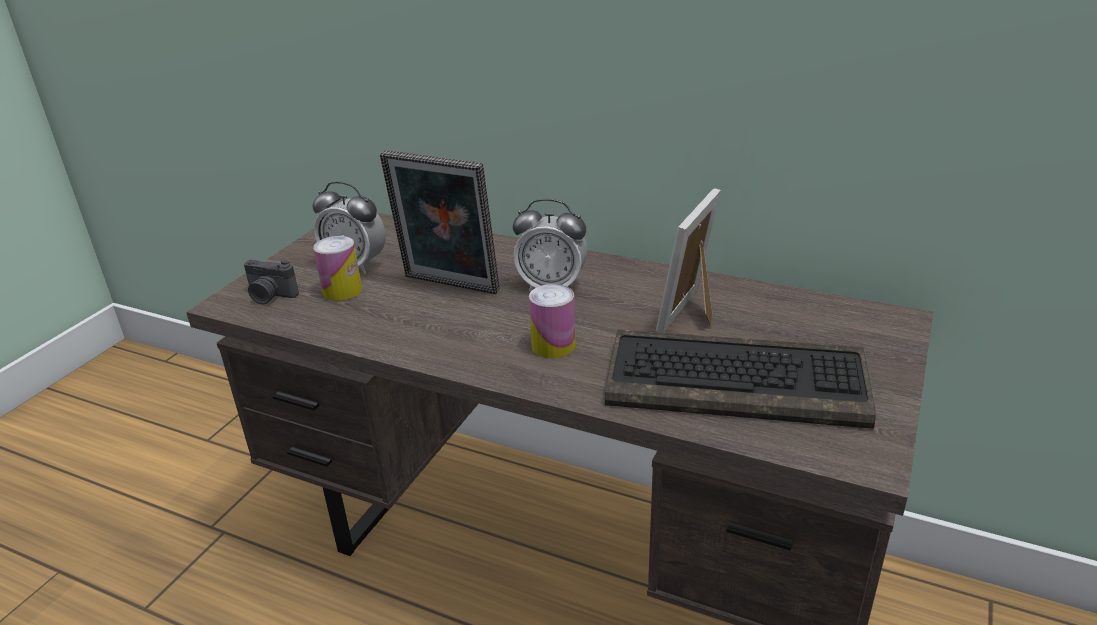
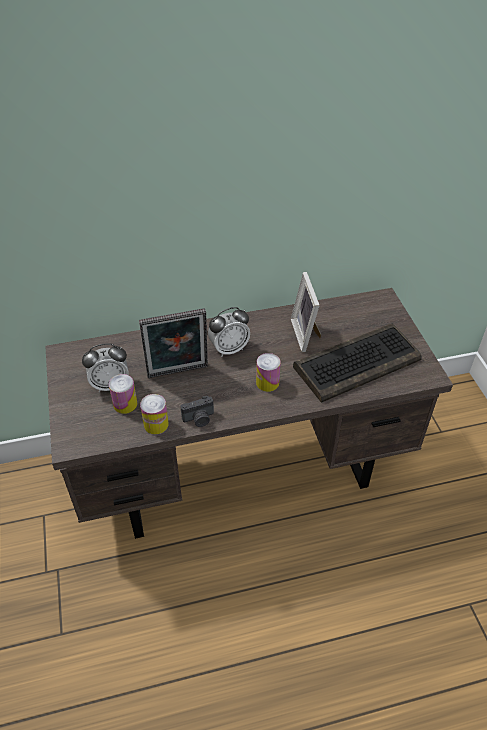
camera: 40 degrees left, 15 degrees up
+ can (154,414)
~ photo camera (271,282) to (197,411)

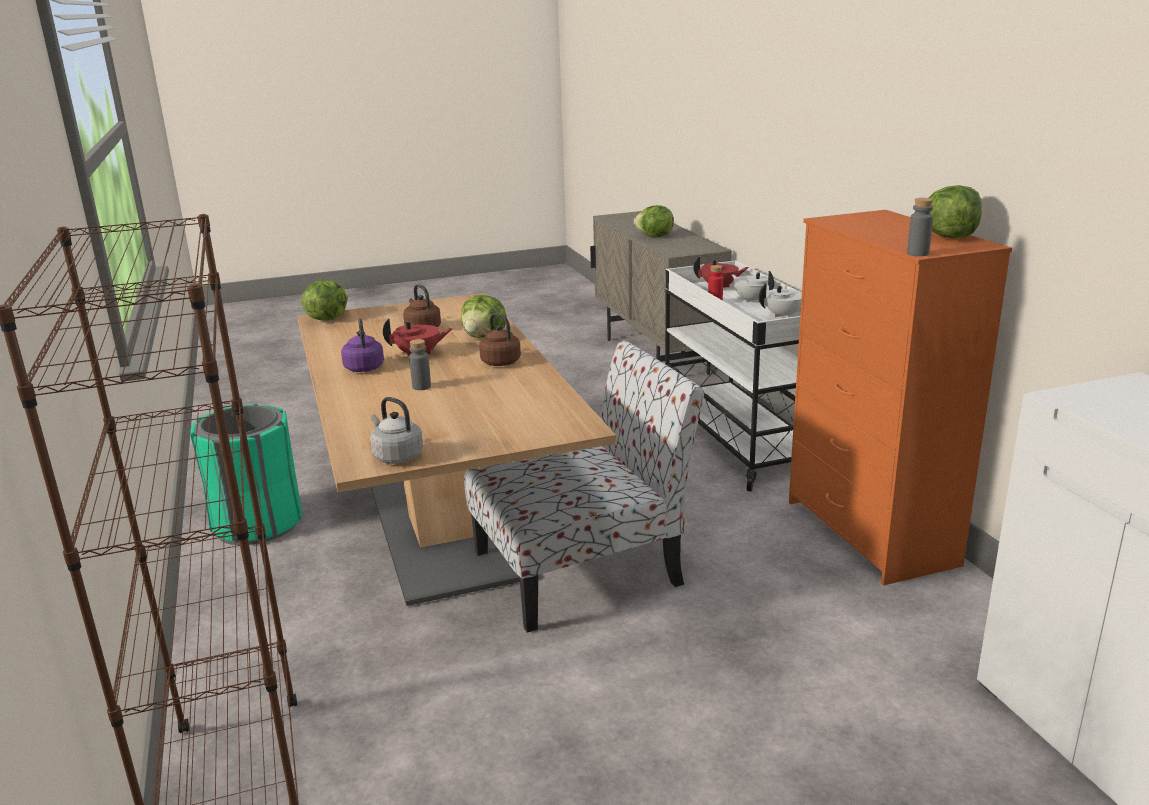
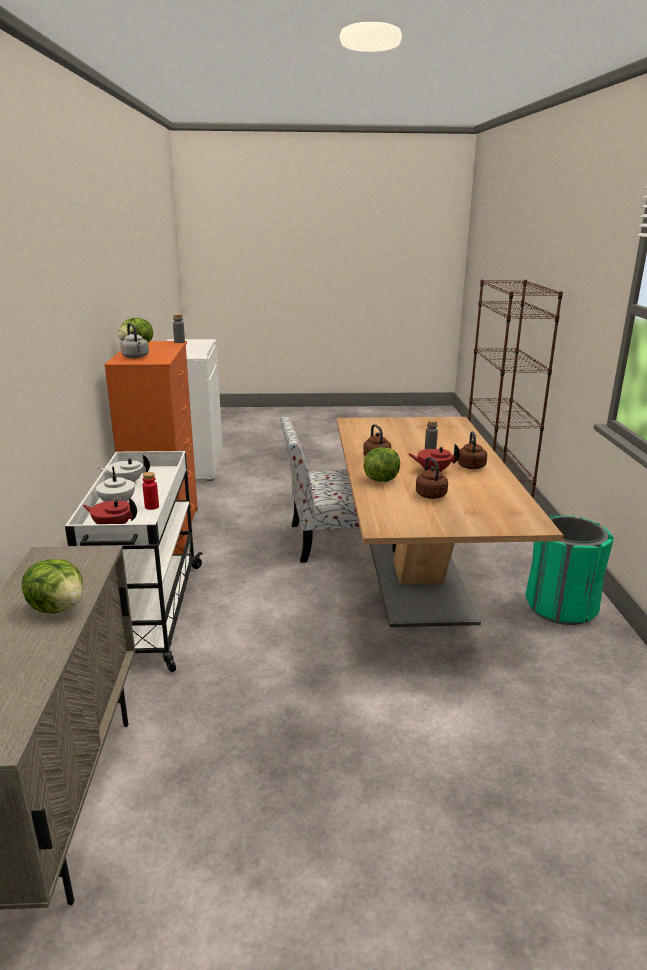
camera: 165 degrees left, 0 degrees up
~ grey kettle (396,430) to (134,340)
~ purple kettle (362,345) to brown kettle (472,450)
- lettuce (324,300)

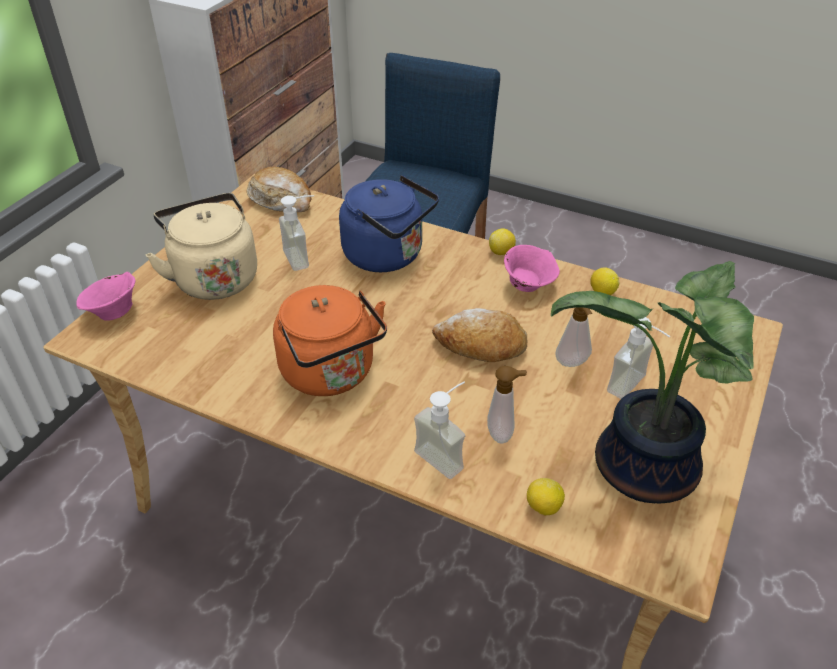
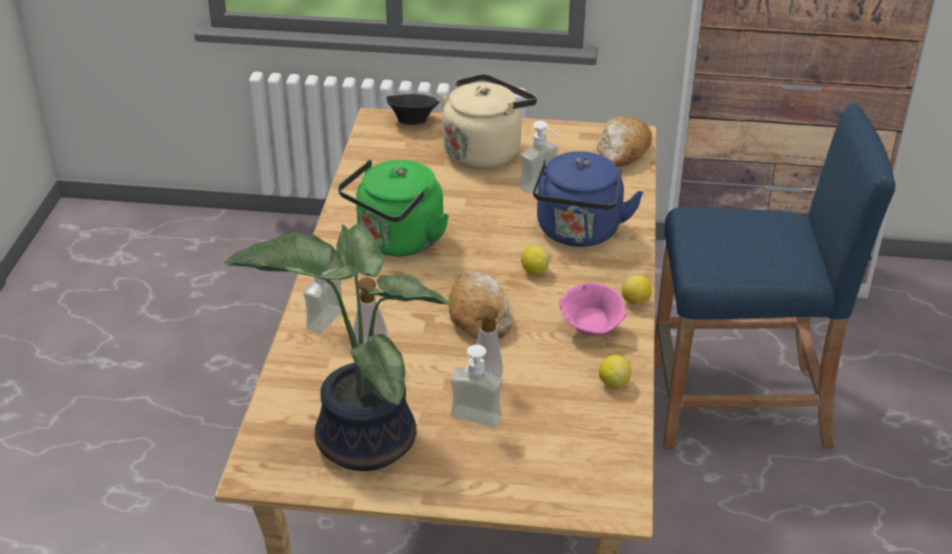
camera: 70 degrees right, 5 degrees down
~ orange kettle (330,340) to green kettle (393,208)
~ pink bowl (105,296) to black bowl (413,109)
~ lemon (546,496) to (535,260)

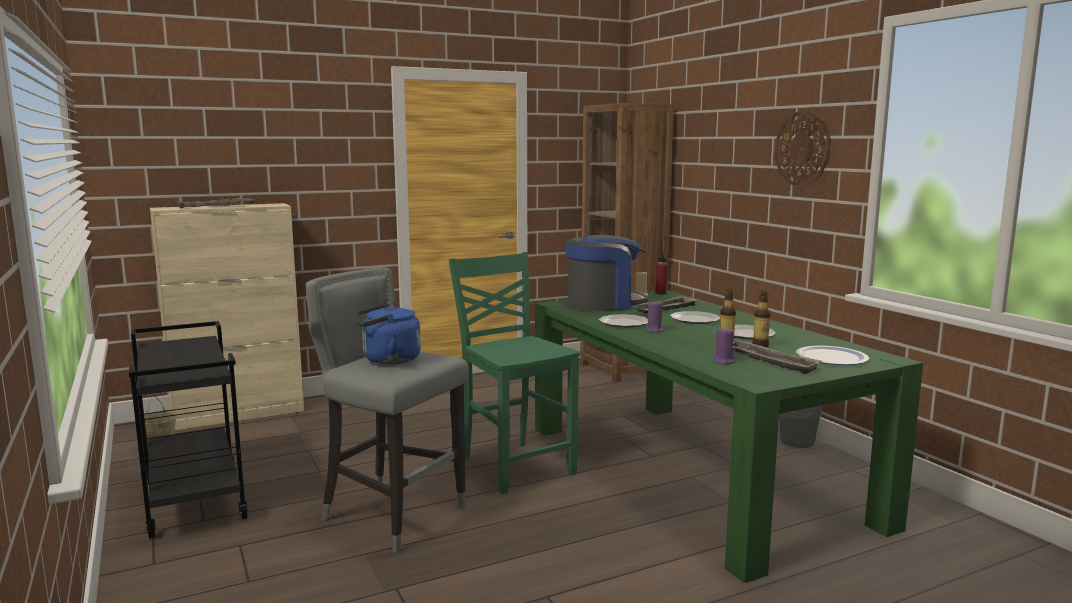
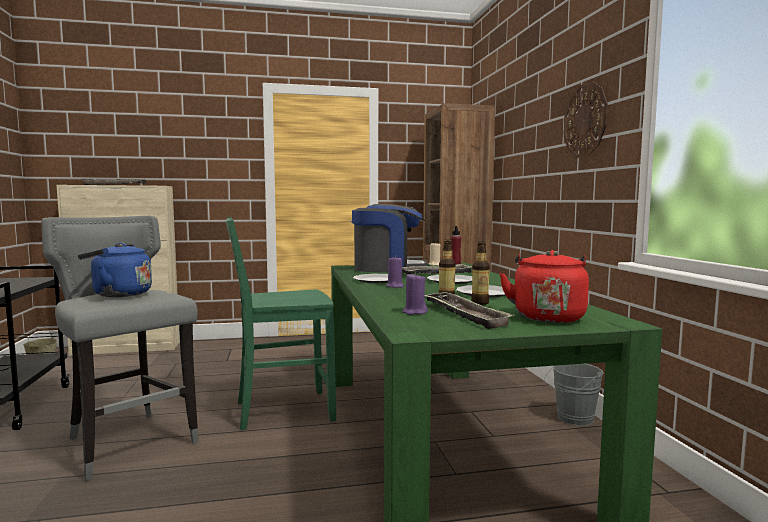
camera: 15 degrees right, 5 degrees down
~ green chair (514,373) = (280,323) 90 degrees counterclockwise
~ plate (832,355) to red kettle (544,286)

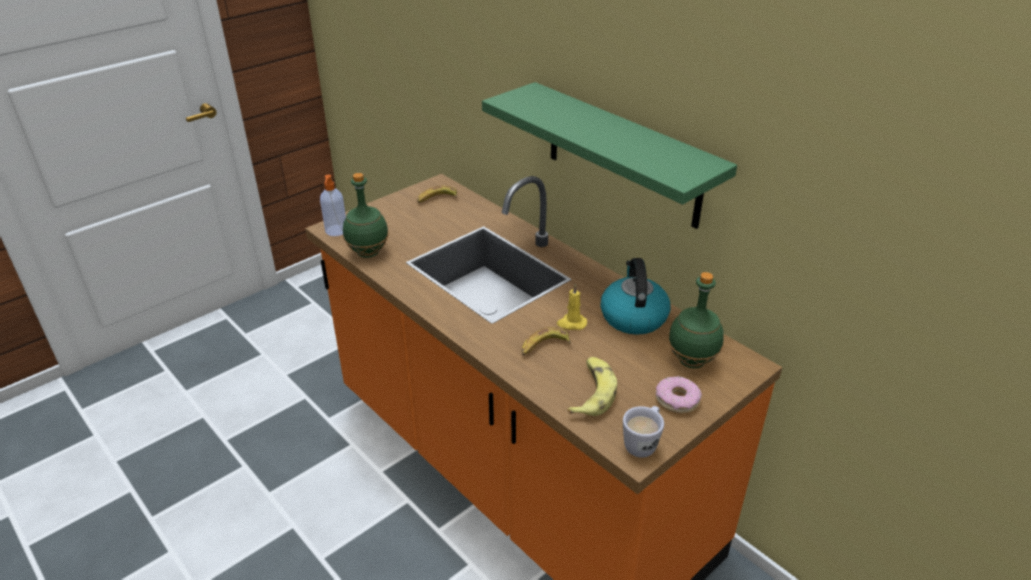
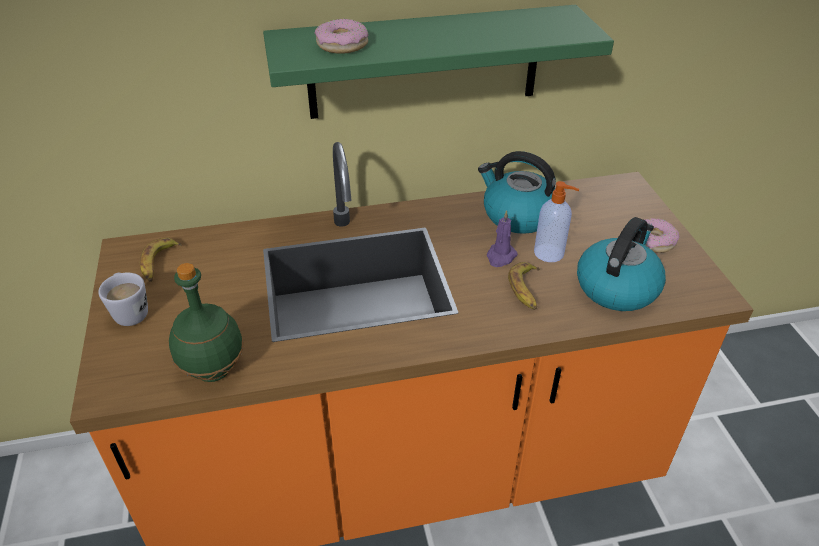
camera: 60 degrees left, 5 degrees up
~ white mug (643,432) to (123,299)
+ donut (341,36)
~ yellow candle (572,307) to purple candle (502,238)
~ soap dispenser (333,205) to (556,221)
~ banana (592,386) to kettle (621,264)
- green bottle (696,320)

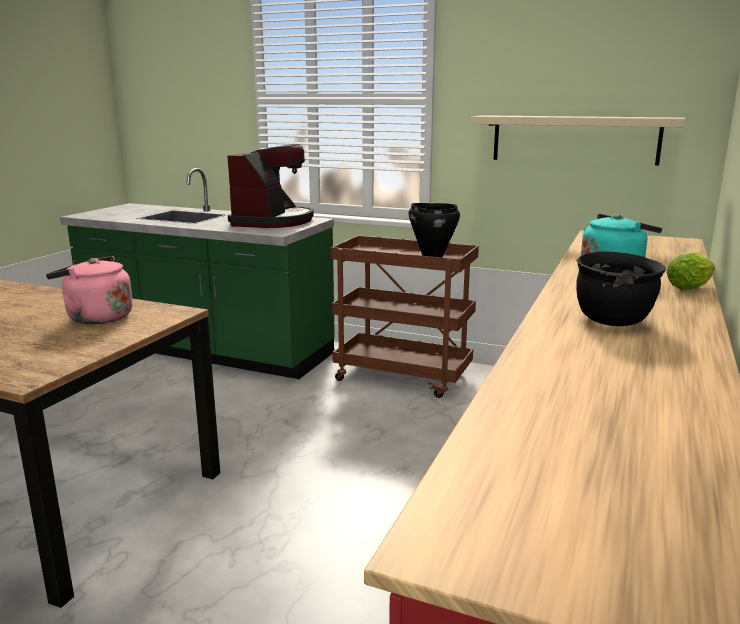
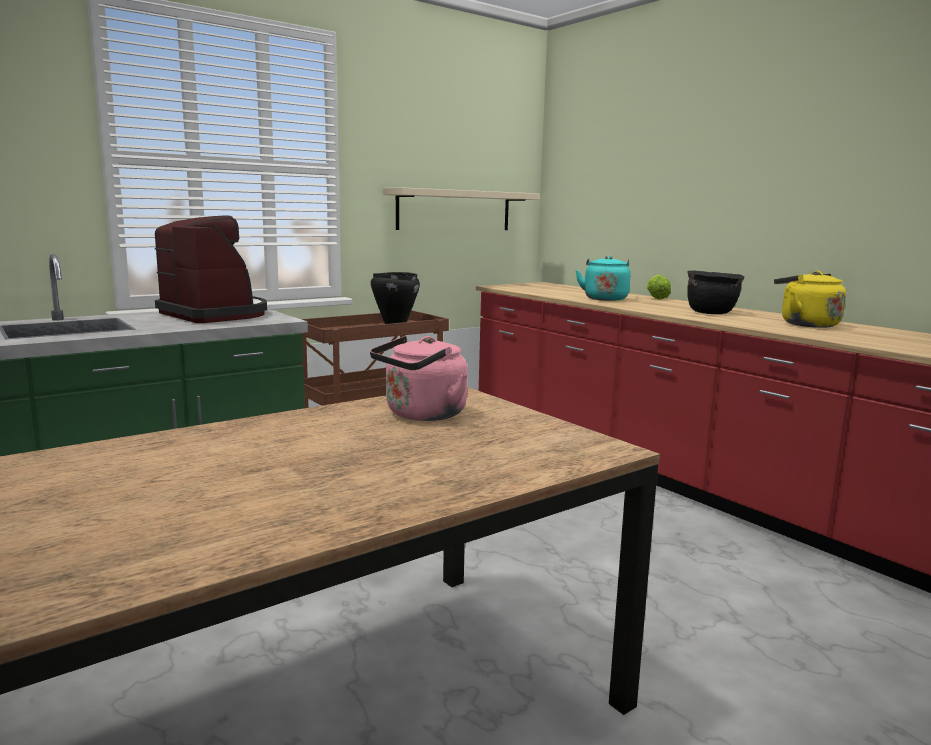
camera: 60 degrees left, 5 degrees down
+ yellow kettle (810,299)

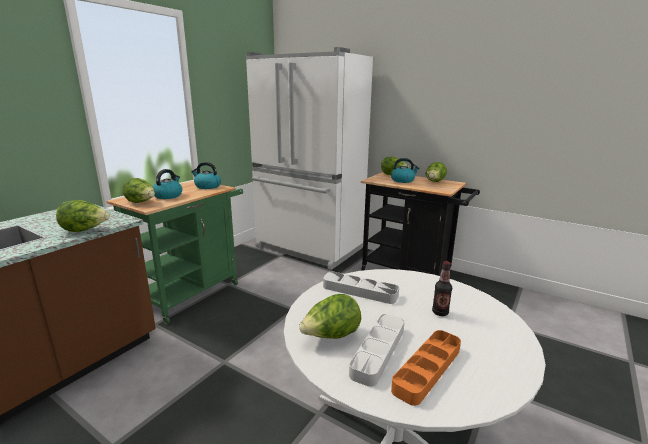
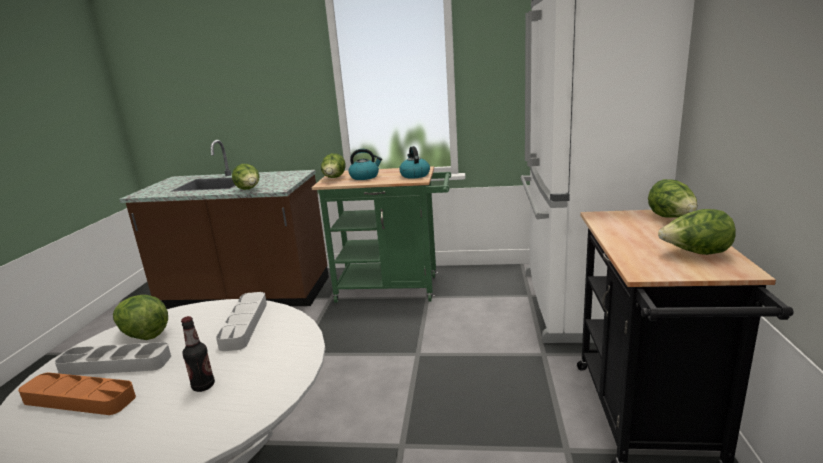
camera: 65 degrees right, 0 degrees up
- kettle (405,170)

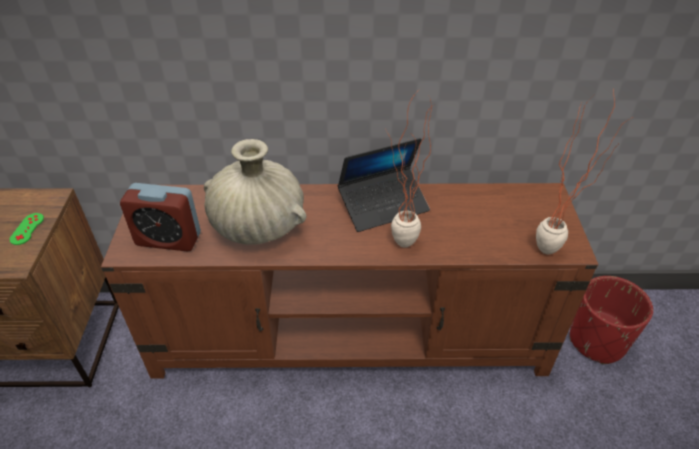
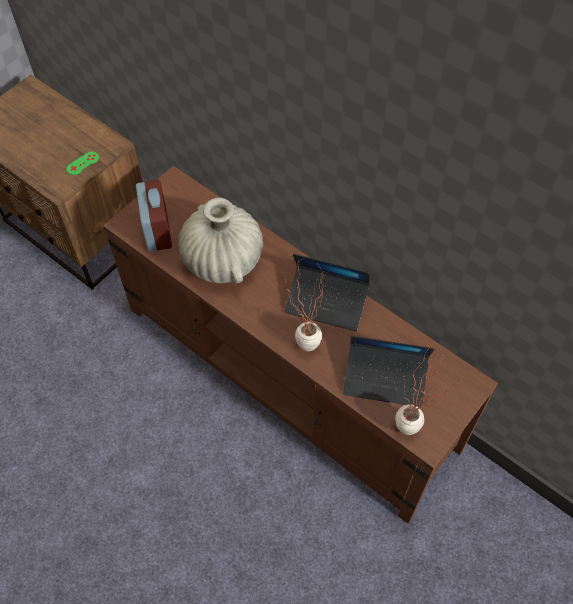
camera: 40 degrees right, 15 degrees up
~ alarm clock (160,217) = (154,216) 150 degrees counterclockwise
+ laptop (389,371)
- red planter (611,320)

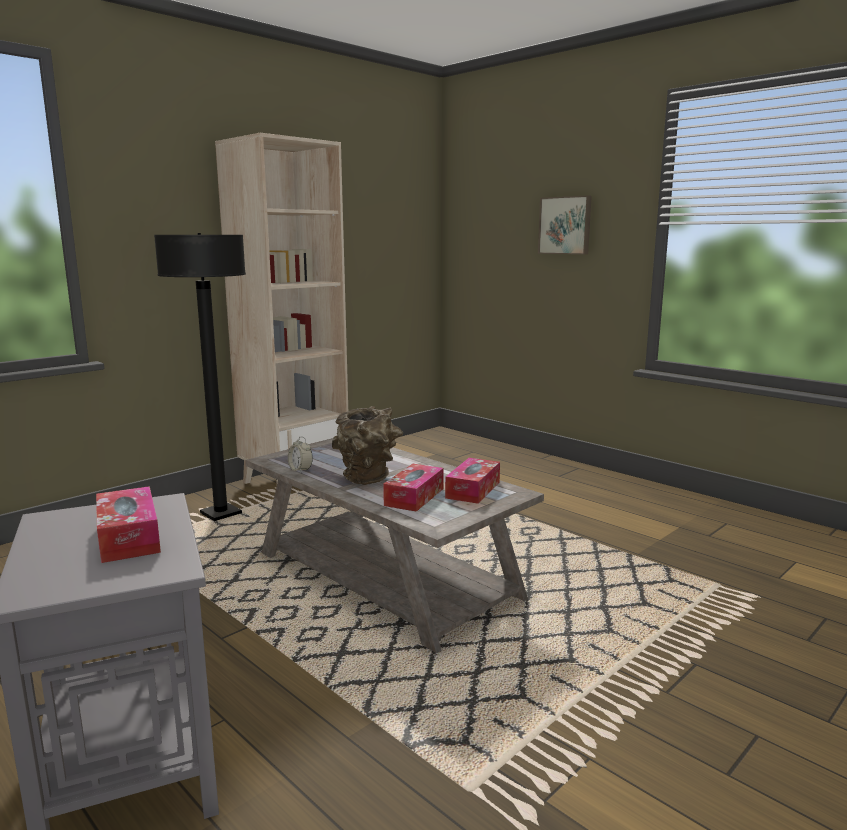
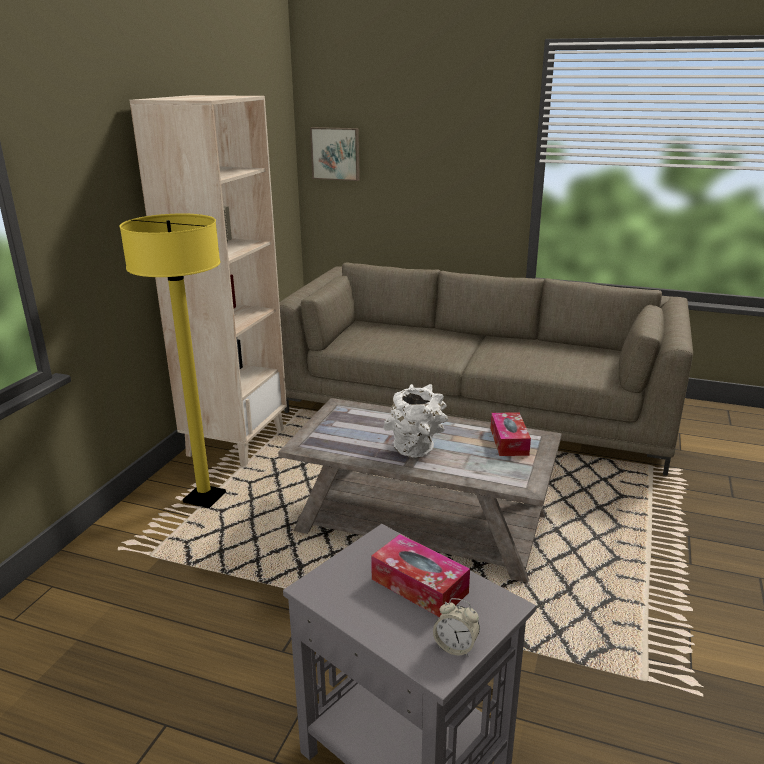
camera: 25 degrees left, 10 degrees up
~ black floor lamp (200,377) to yellow floor lamp (172,360)
+ beige sofa (486,369)
~ picture (565,225) to (335,154)
~ brown vase (367,445) to white vase (415,421)
~ alarm clock (300,454) to (456,627)
- tissue box (413,488)

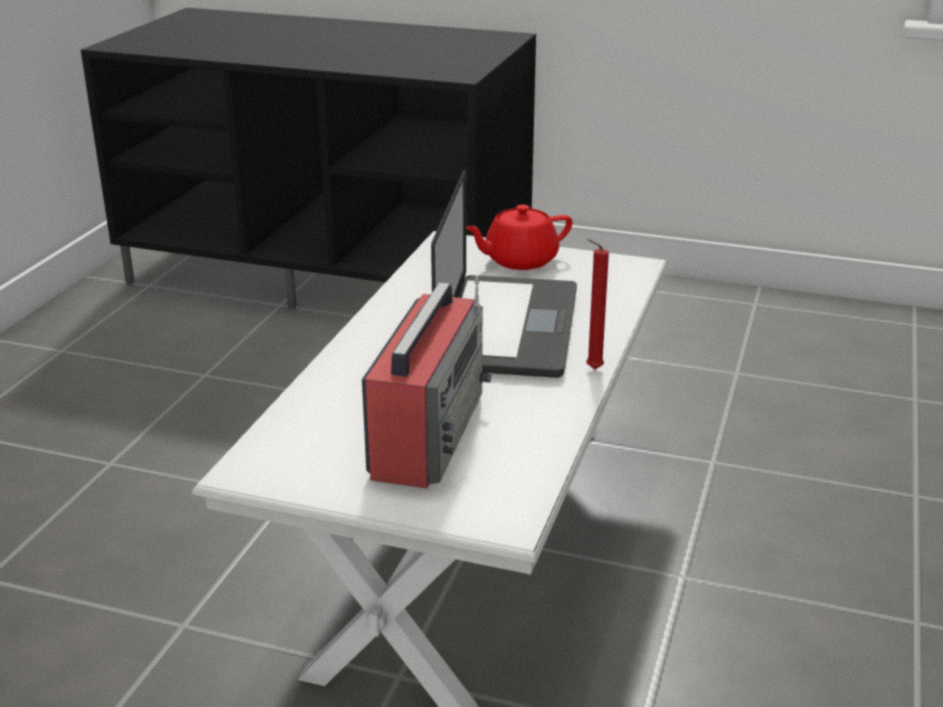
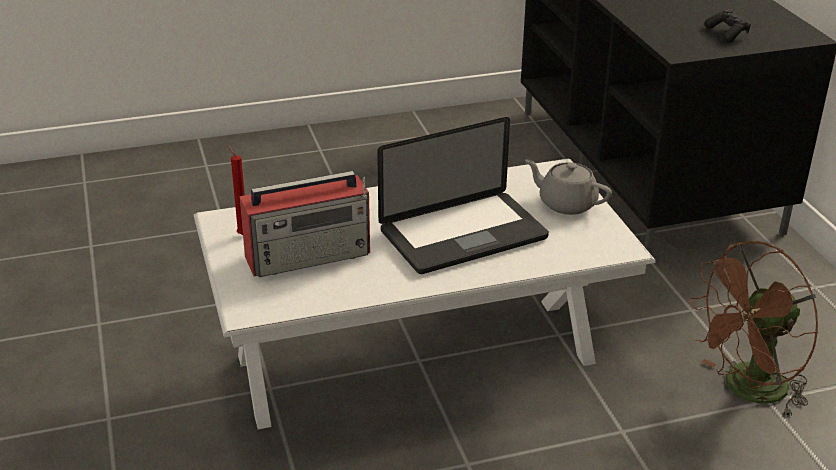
camera: 55 degrees right, 5 degrees up
~ red candle (597,304) to (236,190)
~ red teapot (519,237) to grey teapot (568,187)
+ brown fan (753,329)
+ black game controller (728,26)

